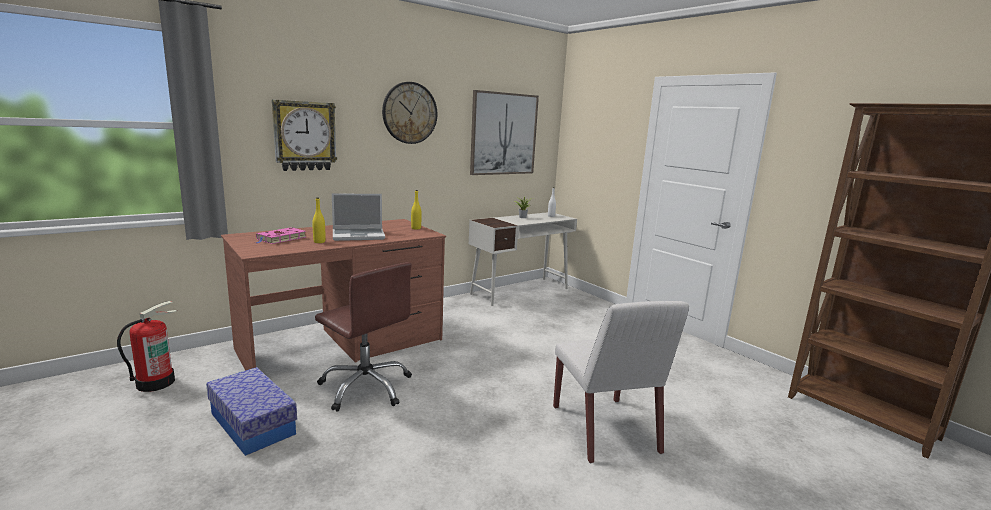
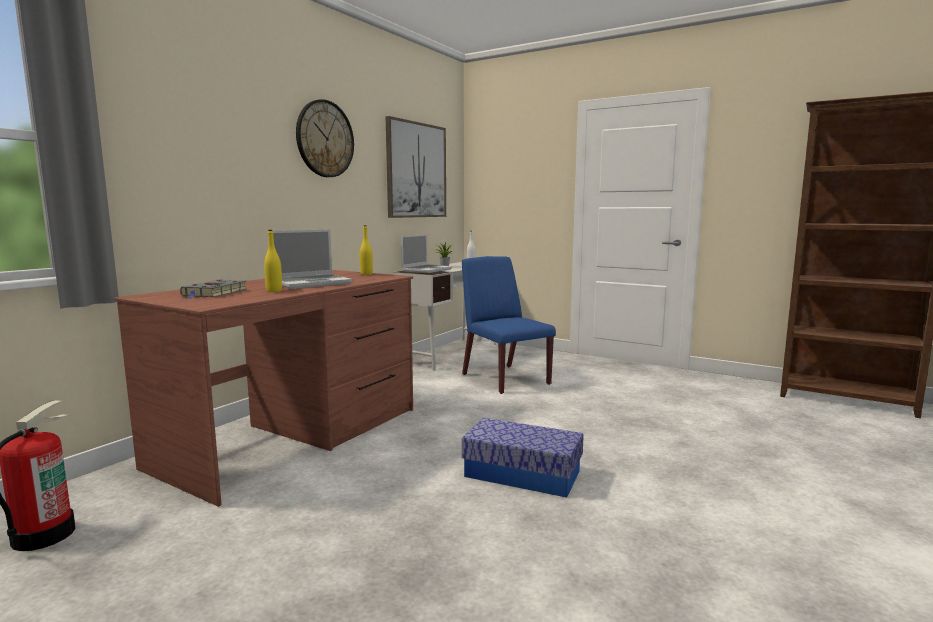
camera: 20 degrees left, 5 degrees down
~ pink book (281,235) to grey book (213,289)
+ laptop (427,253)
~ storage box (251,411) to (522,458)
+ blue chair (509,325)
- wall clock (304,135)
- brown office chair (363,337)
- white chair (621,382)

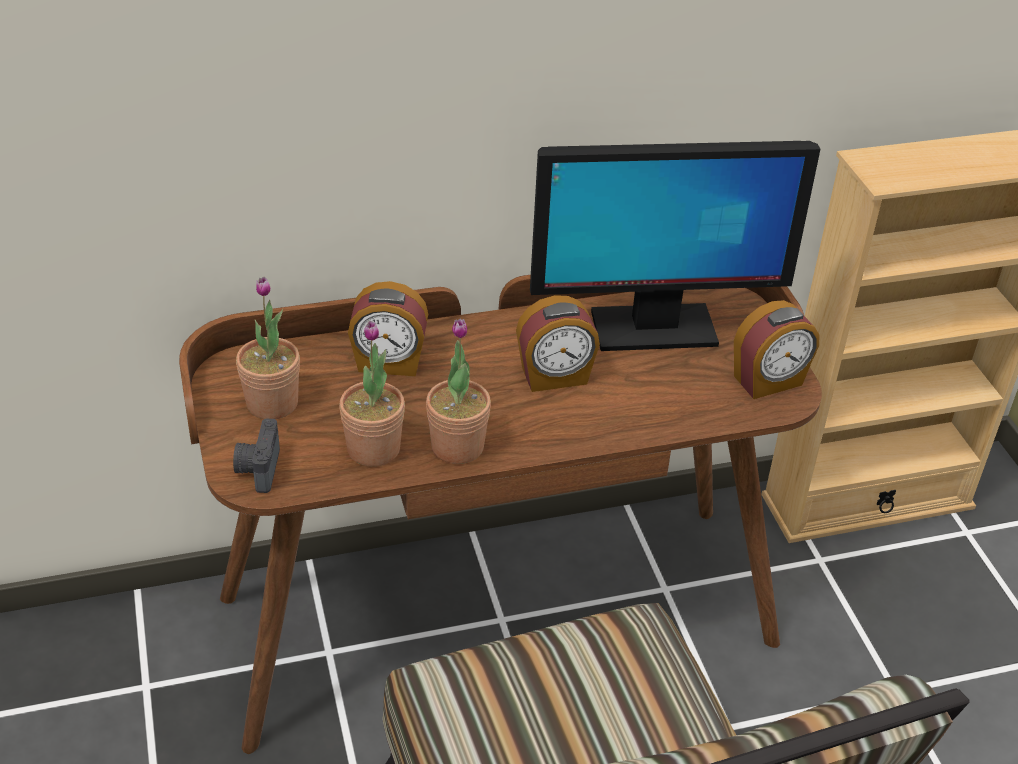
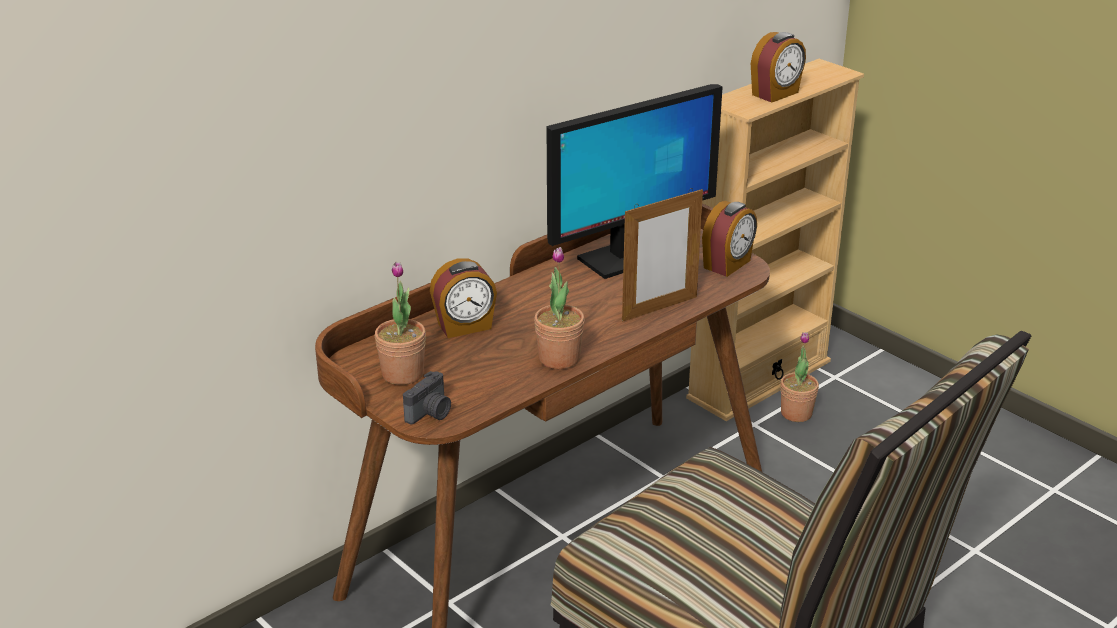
camera: 25 degrees left, 10 degrees down
~ photo camera (256,456) = (427,397) 120 degrees counterclockwise
+ picture frame (662,254)
~ alarm clock (558,343) to (778,67)
~ potted plant (372,394) to (799,377)

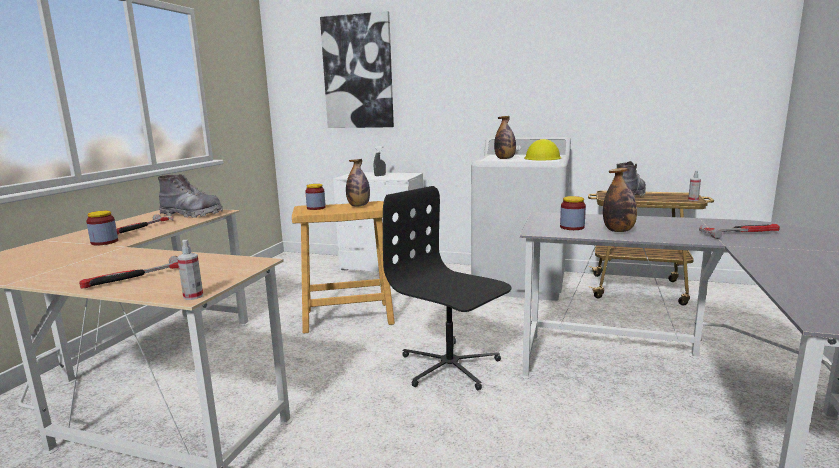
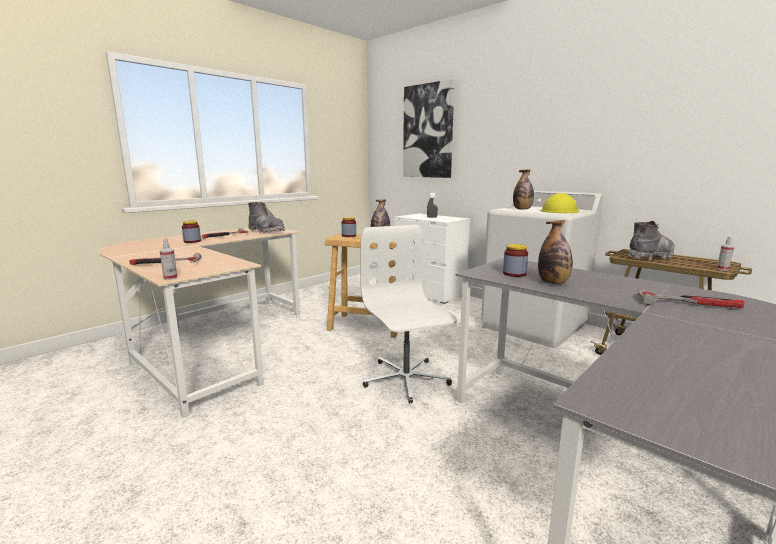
camera: 25 degrees right, 0 degrees up
~ black office chair (447,288) to white office chair (408,314)

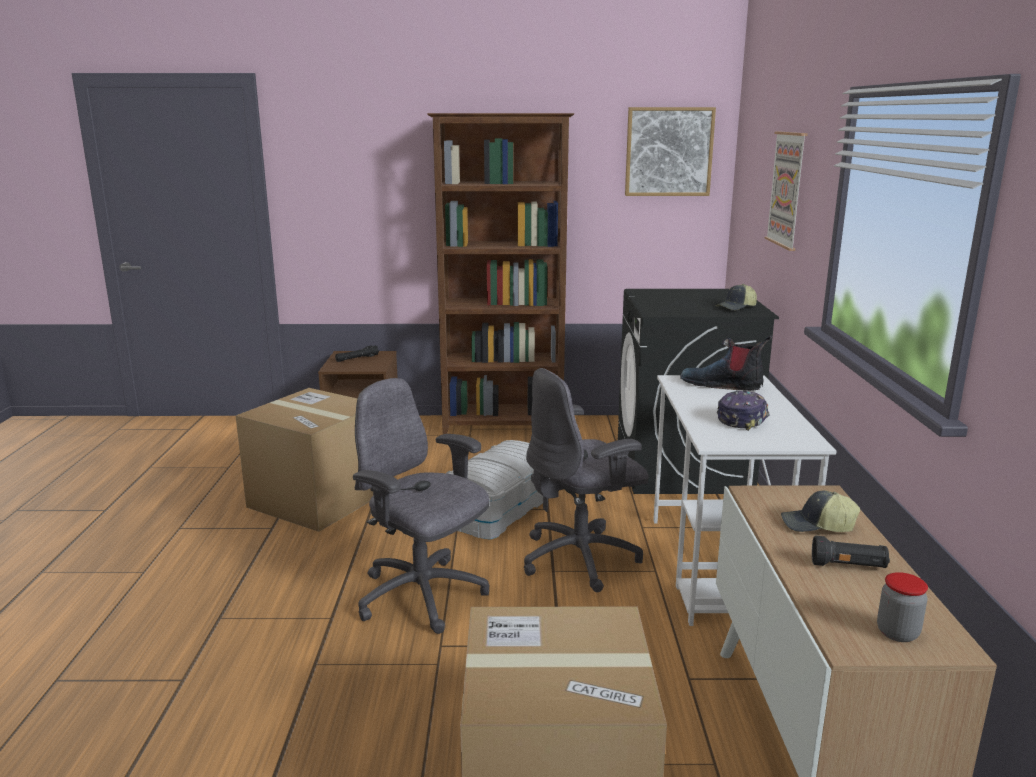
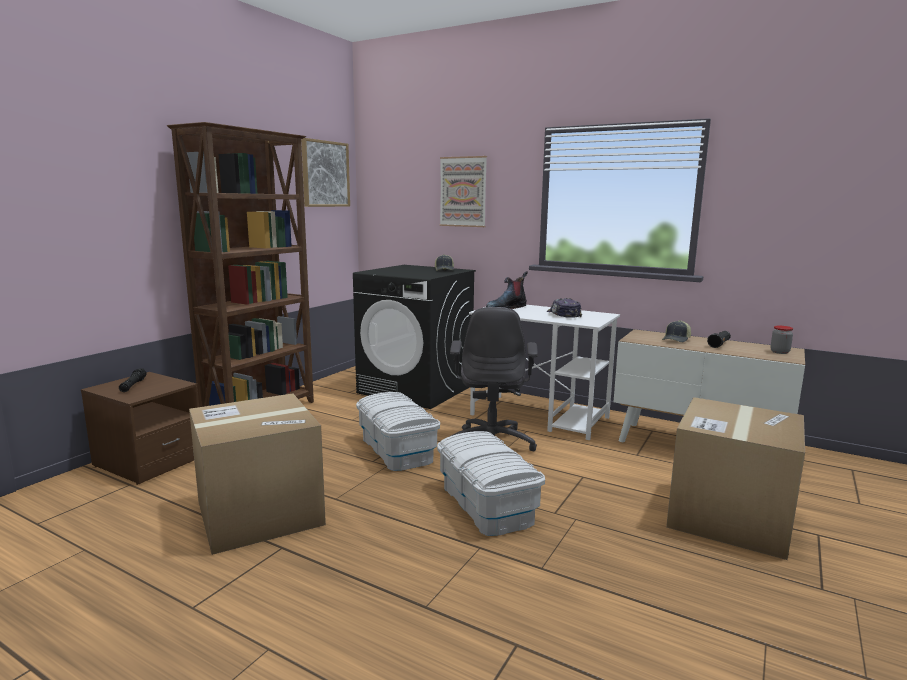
camera: 60 degrees left, 5 degrees down
~ grey office chair (421,506) to white storage box (491,483)

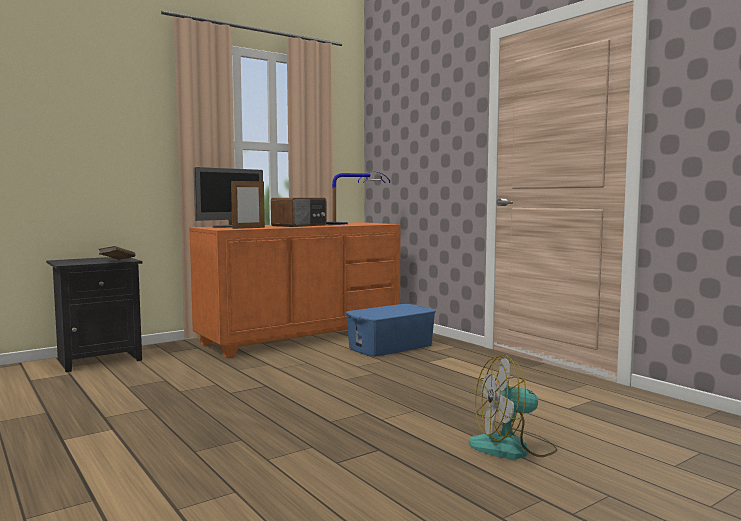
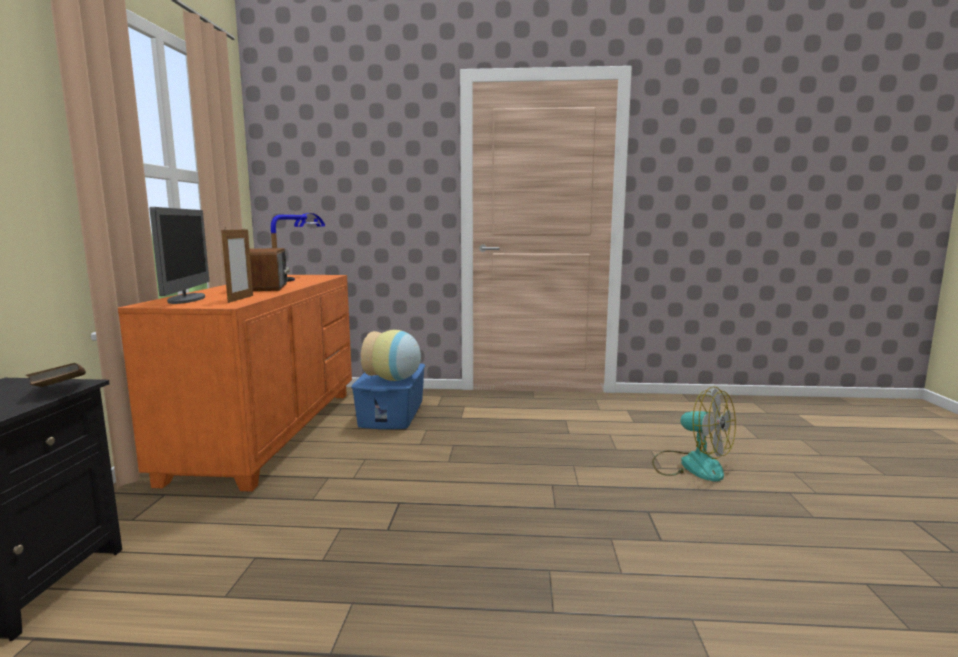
camera: 50 degrees left, 5 degrees up
+ vase (391,355)
~ fan (513,407) = (694,434) 75 degrees counterclockwise

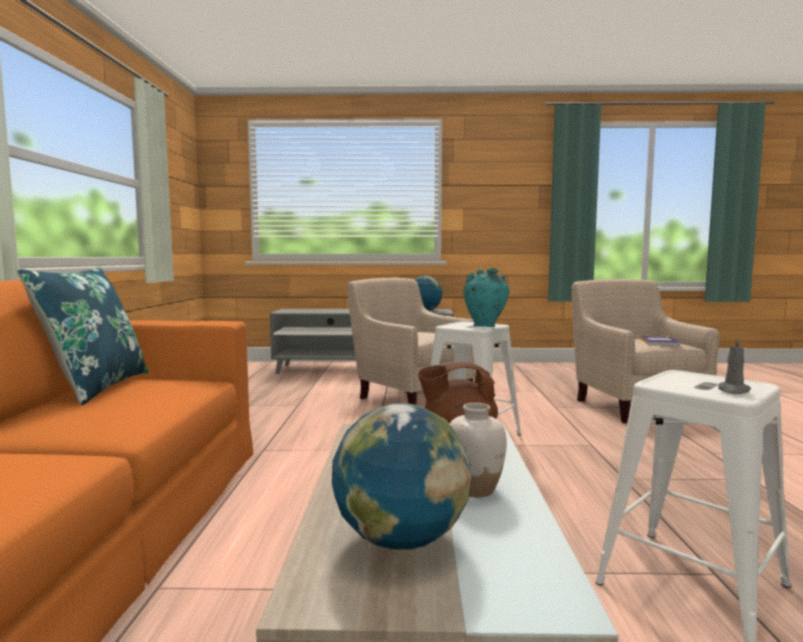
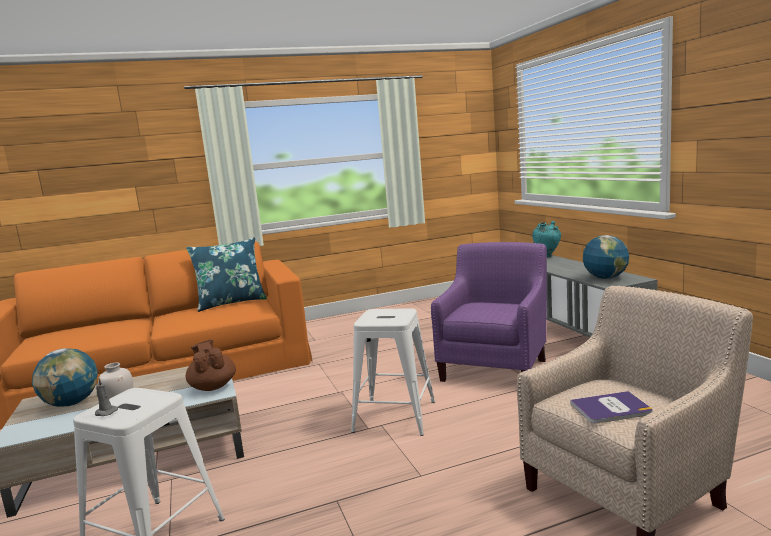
camera: 70 degrees right, 5 degrees up
~ beige armchair (411,341) to purple armchair (489,312)
~ turquoise vase (486,297) to (546,239)

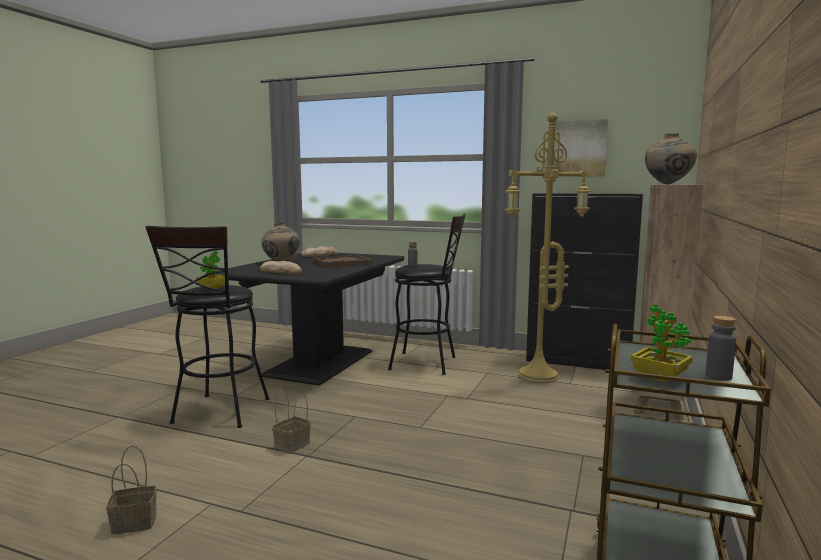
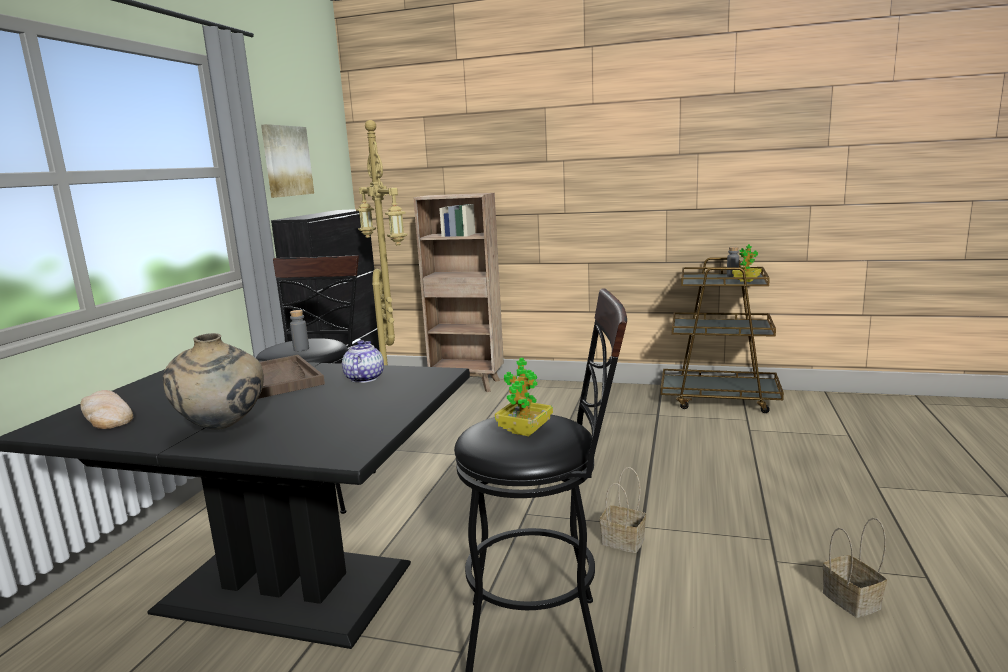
camera: 95 degrees left, 5 degrees up
+ teapot (363,361)
- bread (281,267)
- beige vase (671,159)

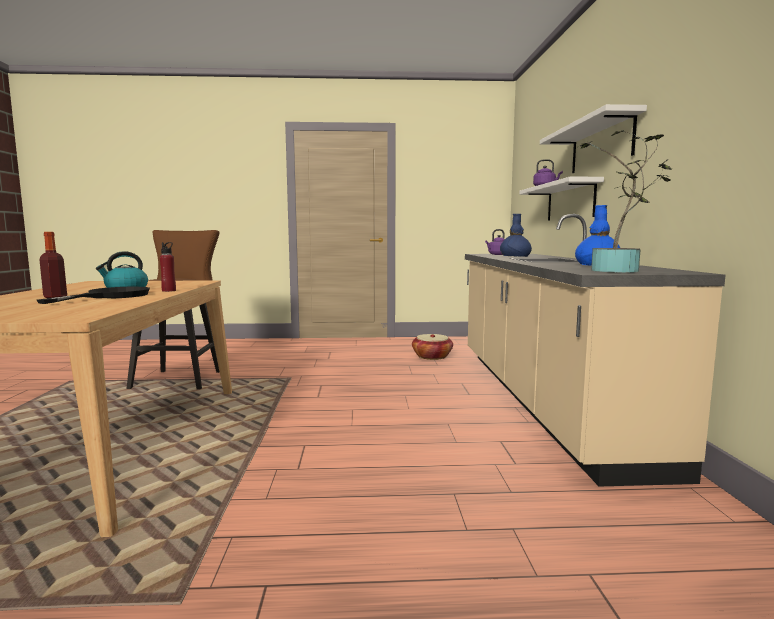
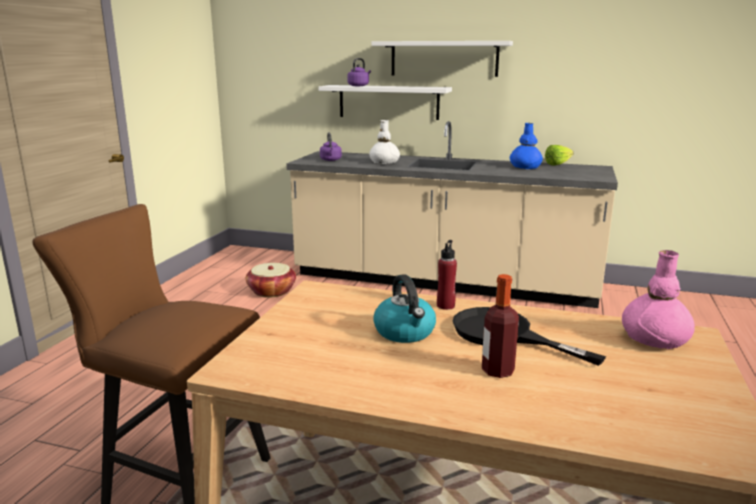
camera: 70 degrees left, 10 degrees up
~ blue vase (516,235) to white vase (384,142)
+ lettuce (559,155)
+ pink vase (658,299)
- potted plant (625,201)

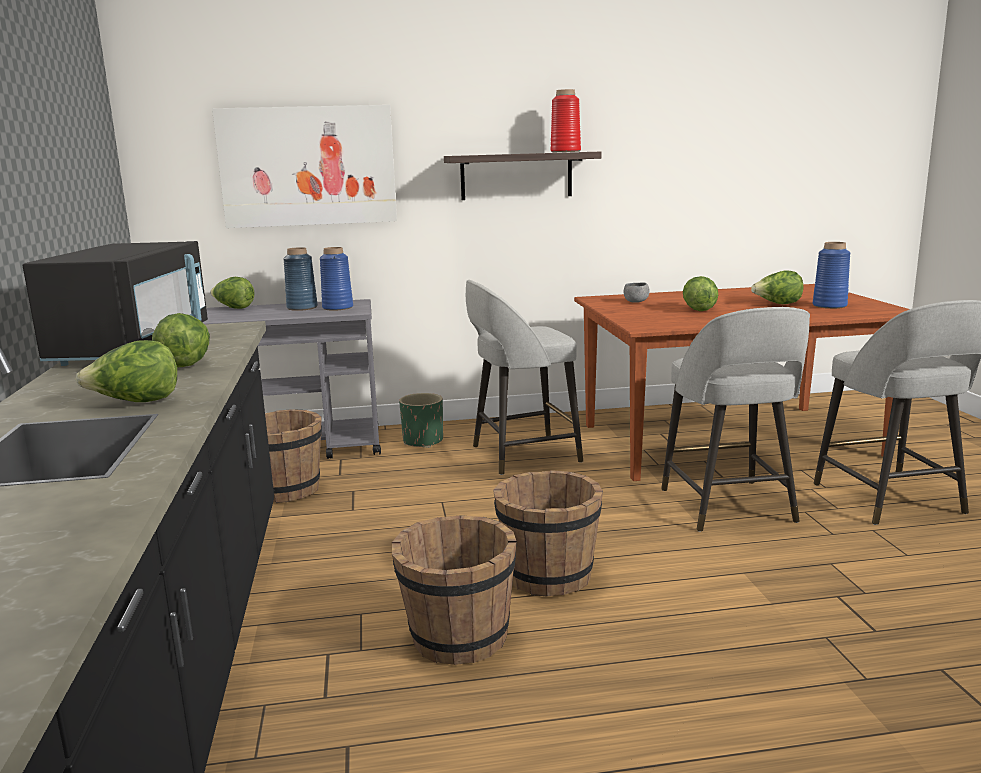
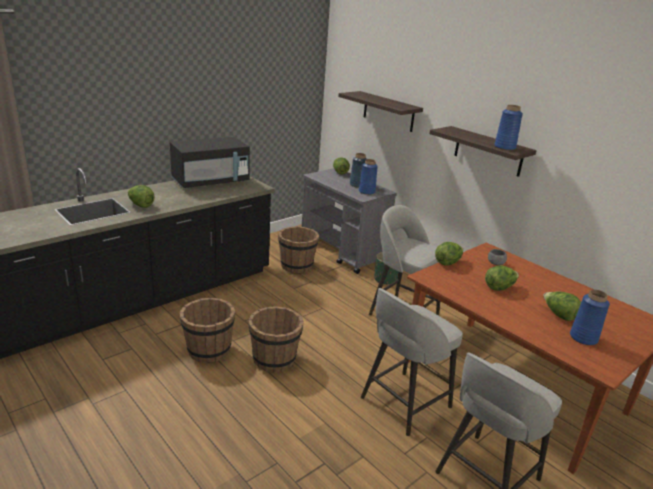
camera: 55 degrees right, 10 degrees up
~ picture (304,166) to shelf (380,111)
~ lettuce (181,340) to (449,254)
~ red vase (566,121) to blue vase (508,127)

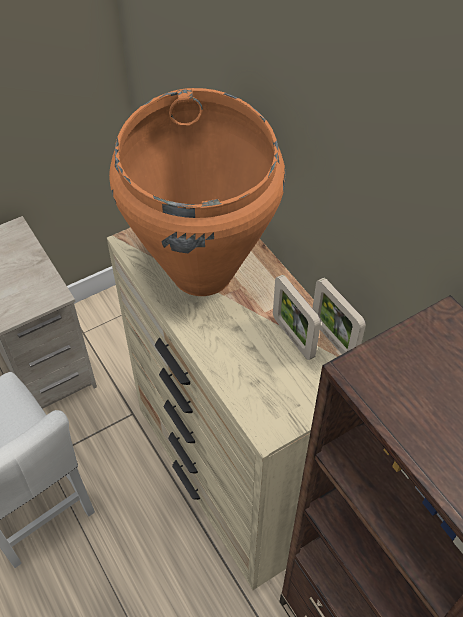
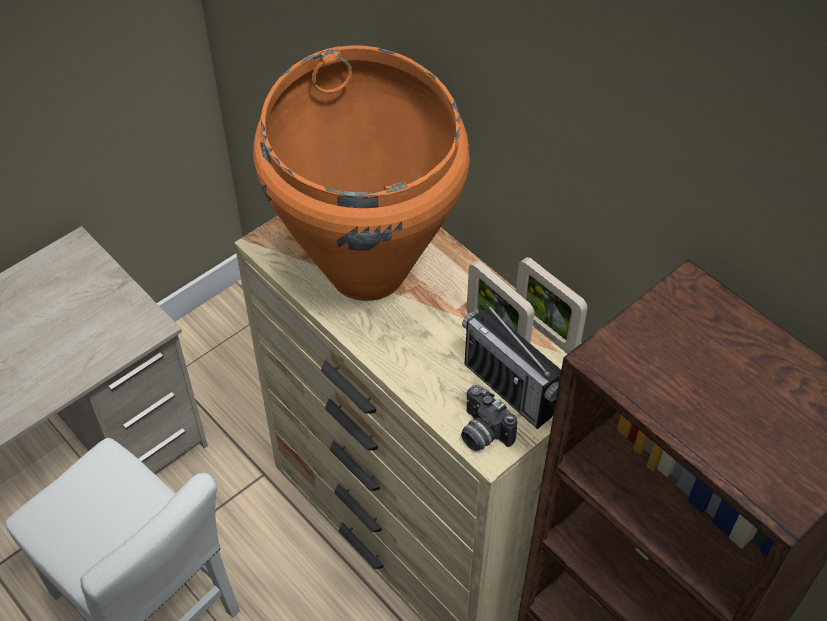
camera: 10 degrees left, 0 degrees up
+ photo camera (489,418)
+ radio (511,365)

